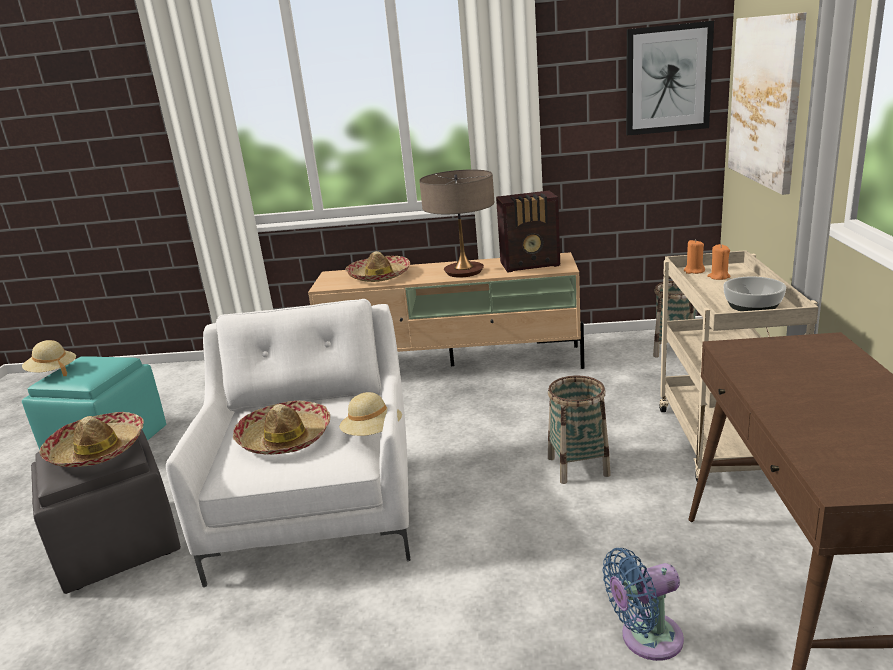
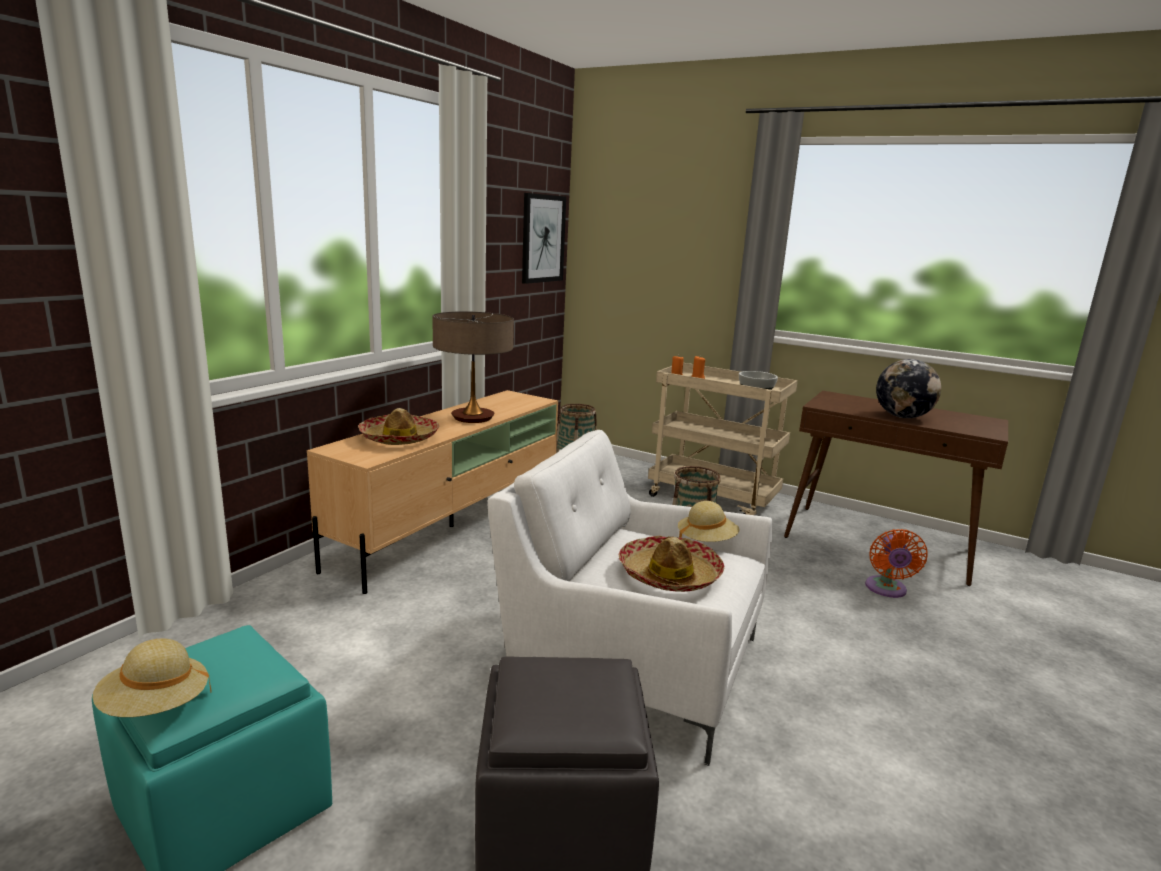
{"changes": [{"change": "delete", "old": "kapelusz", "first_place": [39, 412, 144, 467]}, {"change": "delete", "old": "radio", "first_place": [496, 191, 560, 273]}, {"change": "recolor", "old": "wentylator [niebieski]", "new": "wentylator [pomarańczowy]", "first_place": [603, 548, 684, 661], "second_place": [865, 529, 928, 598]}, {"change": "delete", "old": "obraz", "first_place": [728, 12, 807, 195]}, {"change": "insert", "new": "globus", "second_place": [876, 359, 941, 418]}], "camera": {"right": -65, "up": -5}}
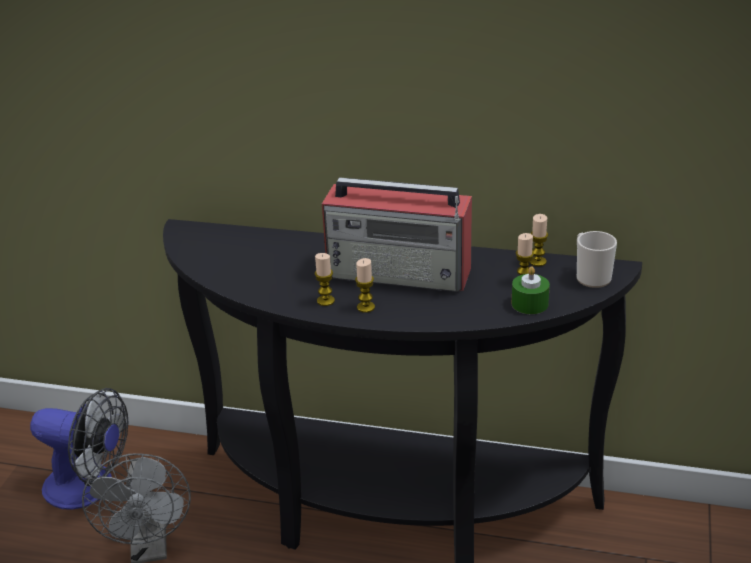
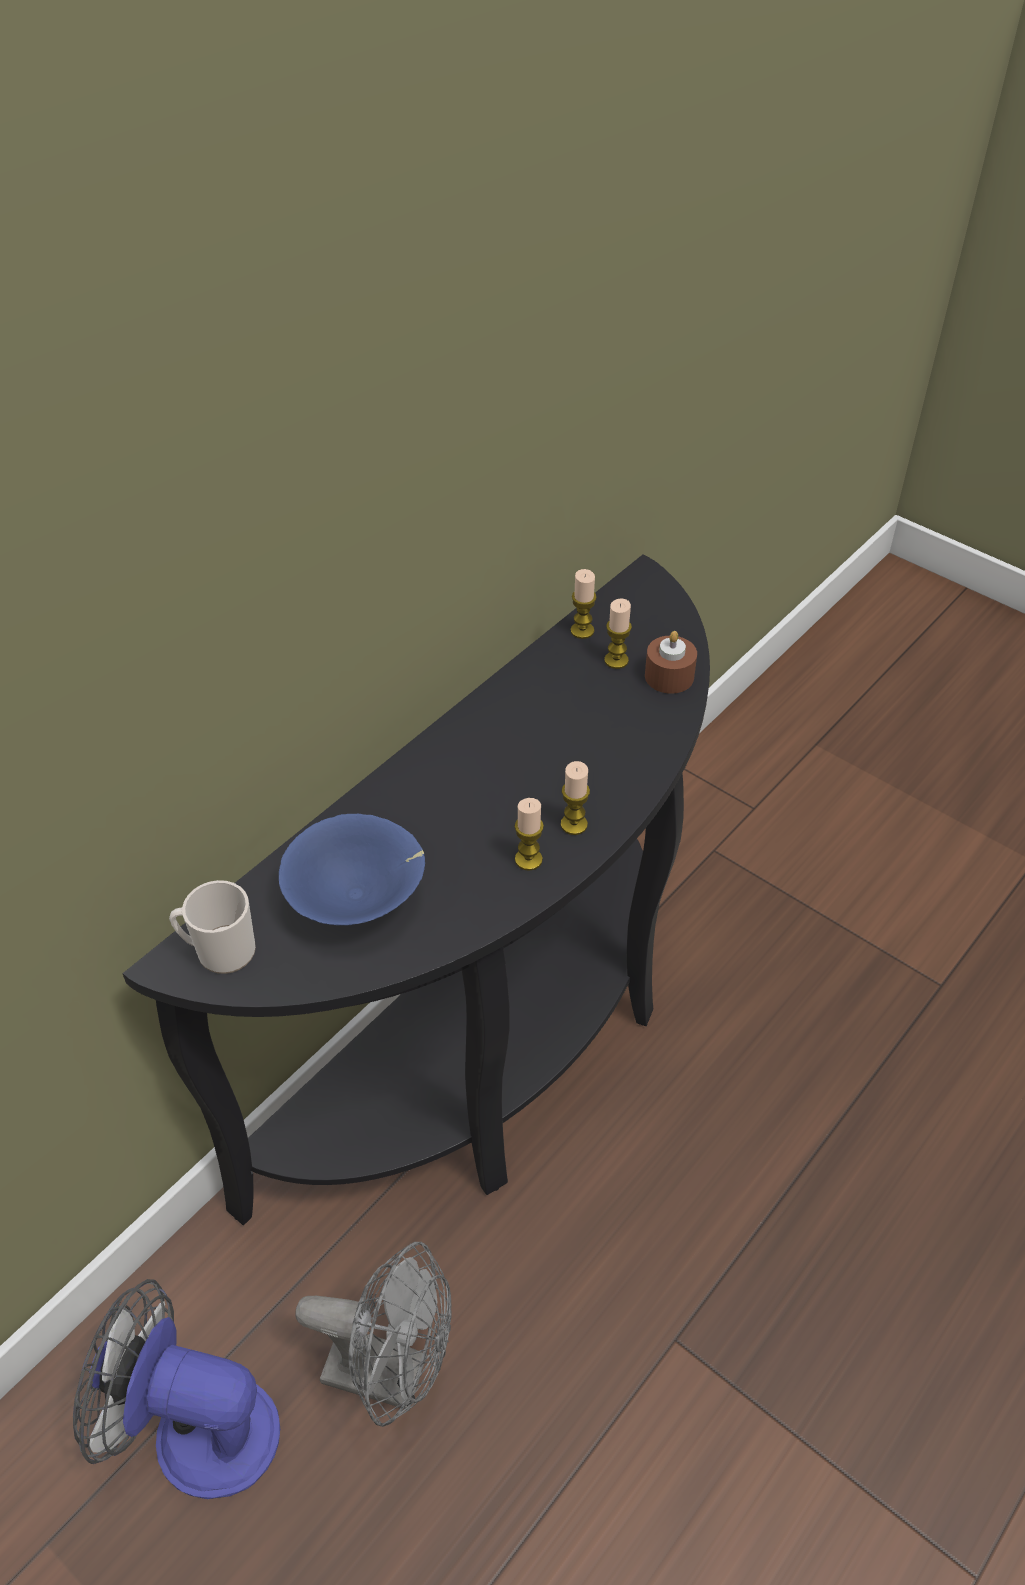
{"changes": [{"change": "rotate", "old": "wentylator", "first_place": [30, 388, 129, 510], "second_place": [73, 1279, 280, 1499], "degrees": -120}, {"change": "delete", "old": "radio", "first_place": [322, 177, 472, 292]}, {"change": "recolor", "old": "świeca [zielony]", "new": "świeca [brązowy]", "first_place": [512, 266, 550, 314], "second_place": [645, 631, 697, 694]}, {"change": "move", "old": "kubek", "first_place": [577, 231, 617, 288], "second_place": [169, 880, 256, 974]}, {"change": "insert", "new": "miska [niebieski]", "second_place": [279, 814, 425, 926]}], "camera": {"right": -65, "up": 15}}
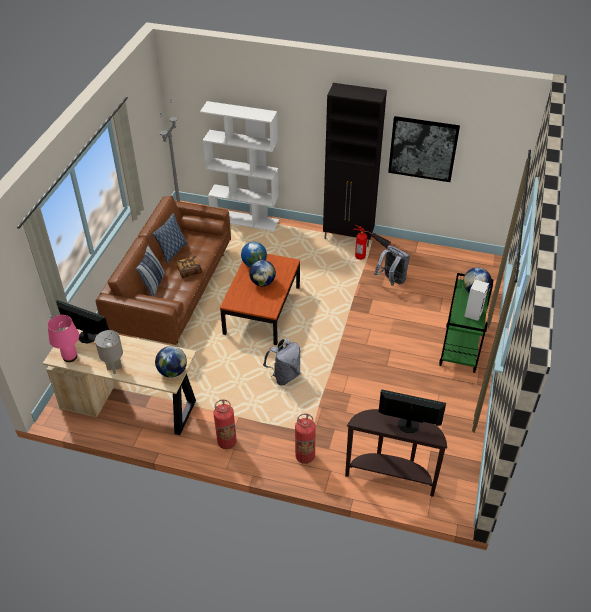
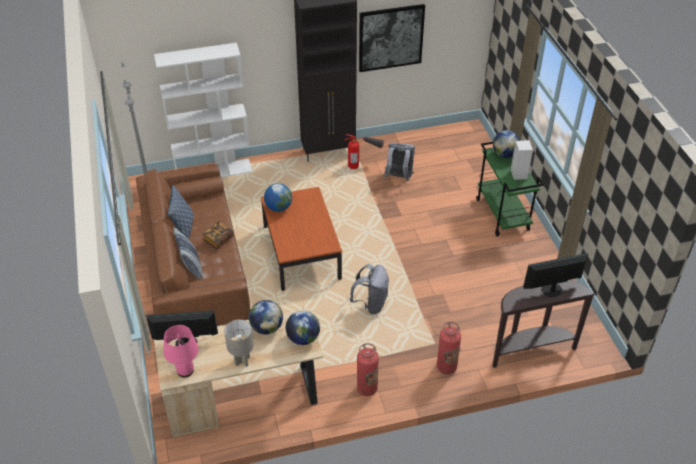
{"changes": [{"change": "move", "old": "globus", "first_place": [249, 260, 276, 286], "second_place": [249, 300, 283, 334]}], "camera": {"right": -30, "up": 0}}
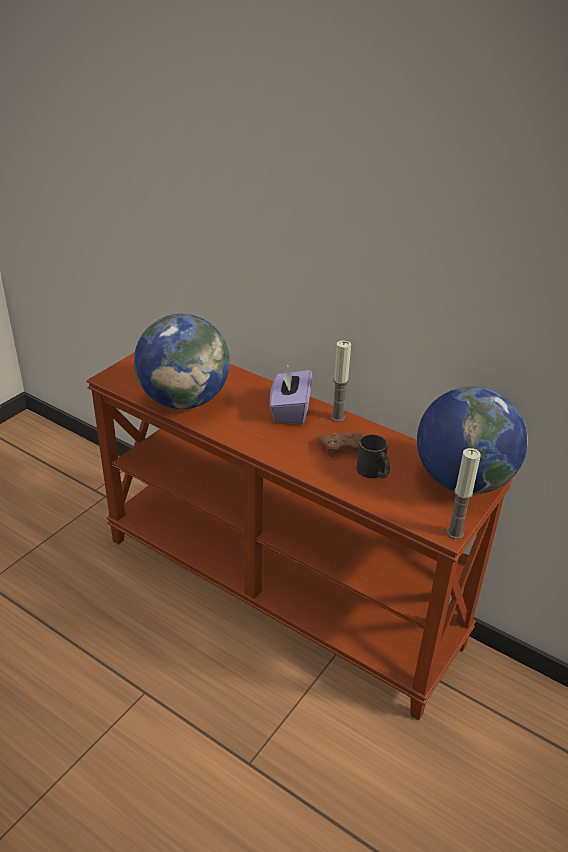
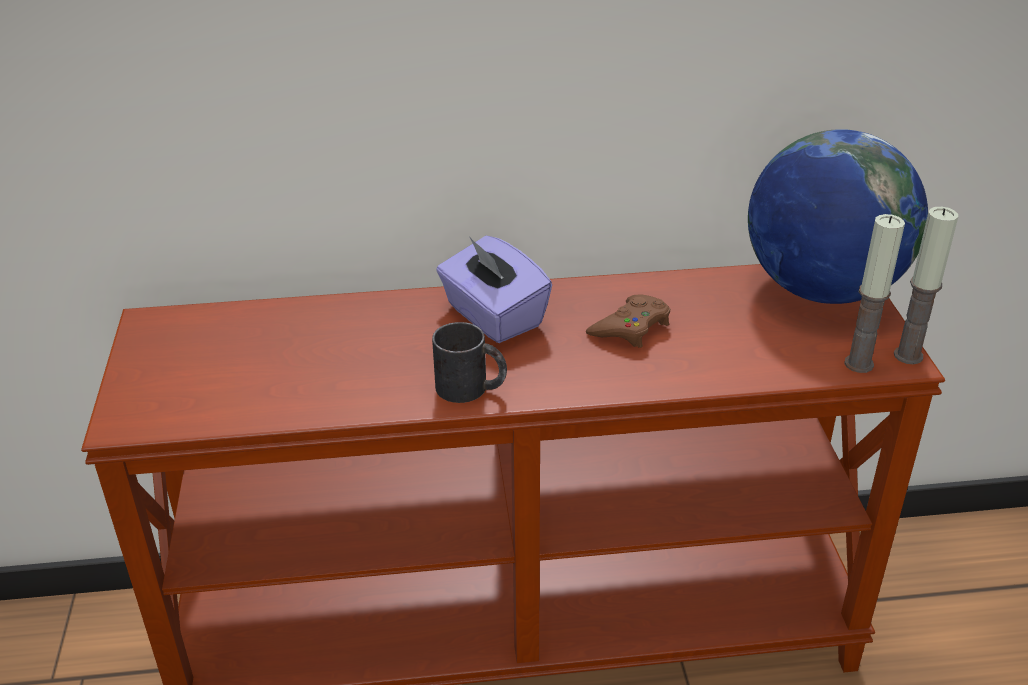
{"changes": [{"change": "delete", "old": "globus", "first_place": [134, 314, 230, 409]}, {"change": "move", "old": "świeca", "first_place": [331, 341, 351, 422], "second_place": [844, 214, 905, 373]}, {"change": "move", "old": "kubek [czarny]", "first_place": [356, 434, 390, 479], "second_place": [432, 322, 507, 403]}], "camera": {"right": -40, "up": 0}}
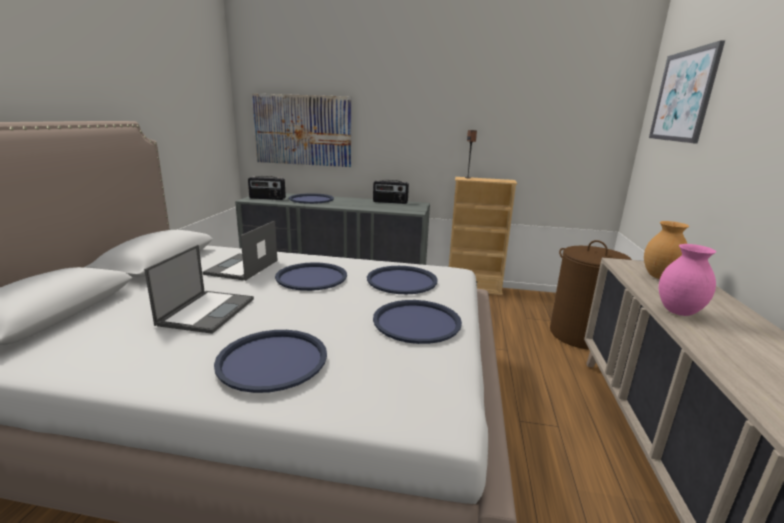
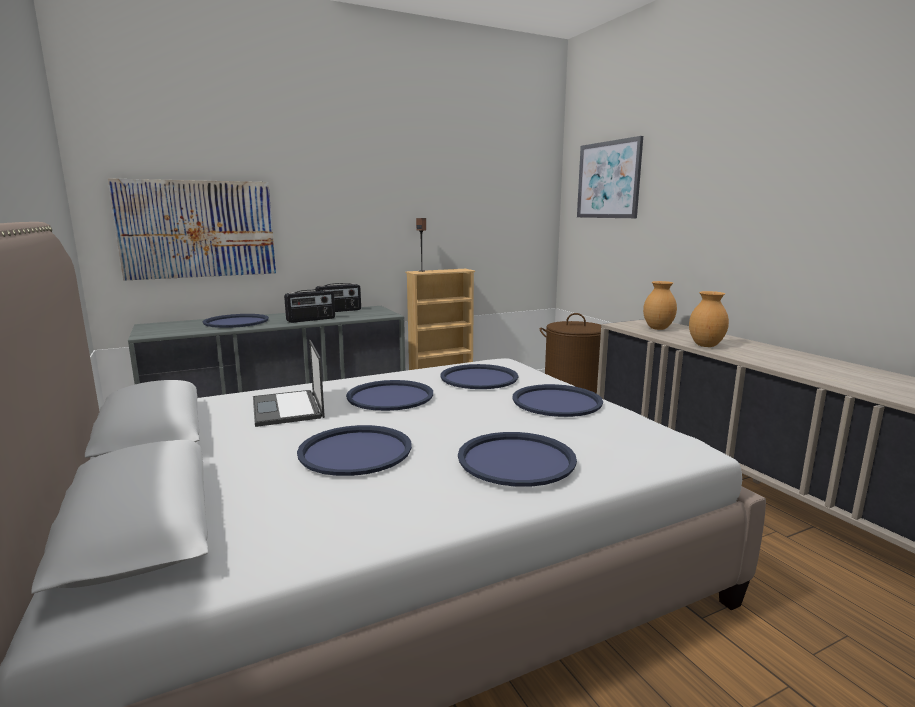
{"changes": [{"change": "replace", "old": "laptop", "new": "taca [niebieski]", "first_place": [144, 245, 254, 334], "second_place": [297, 425, 412, 476]}, {"change": "move", "old": "radio", "first_place": [248, 176, 286, 200], "second_place": [284, 289, 335, 323]}, {"change": "recolor", "old": "wazon [różowy]", "new": "wazon [brązowy]", "first_place": [659, 244, 716, 316], "second_place": [689, 291, 729, 347]}], "camera": {"right": -35, "up": -5}}
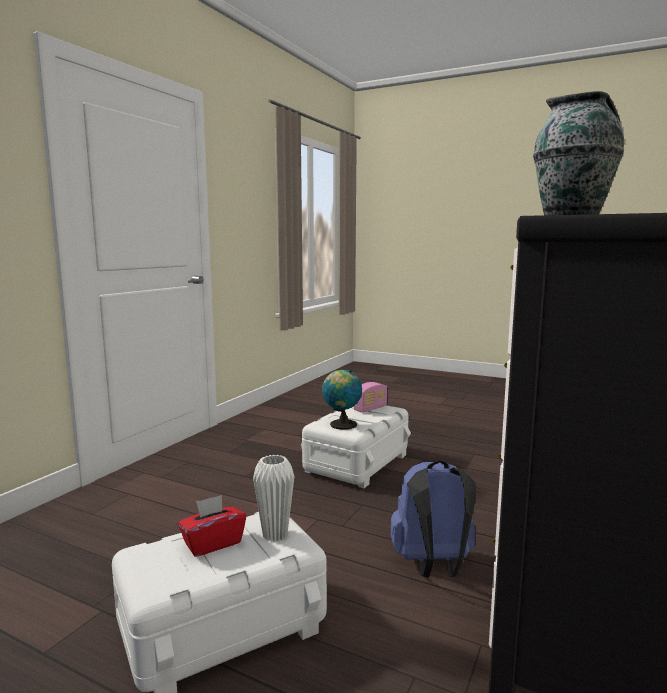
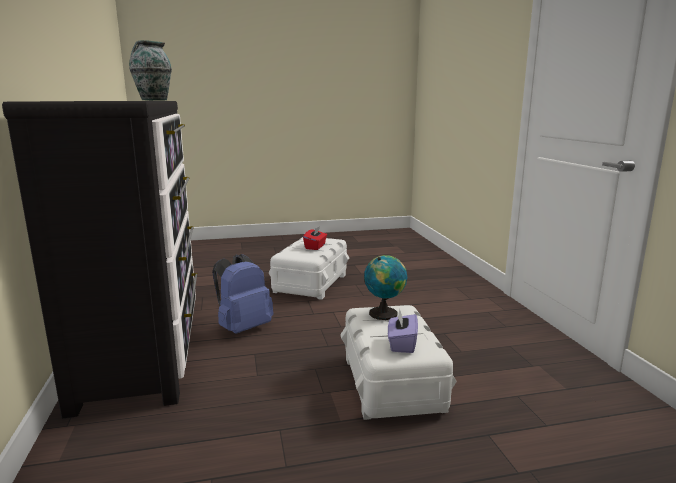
{"changes": [{"change": "delete", "old": "wazon [biały]", "first_place": [253, 455, 294, 542]}, {"change": "replace", "old": "radio", "new": "pudełko chusteczek [fioletowy]", "first_place": [354, 382, 387, 413], "second_place": [388, 309, 418, 353]}], "camera": {"right": 140, "up": 5}}
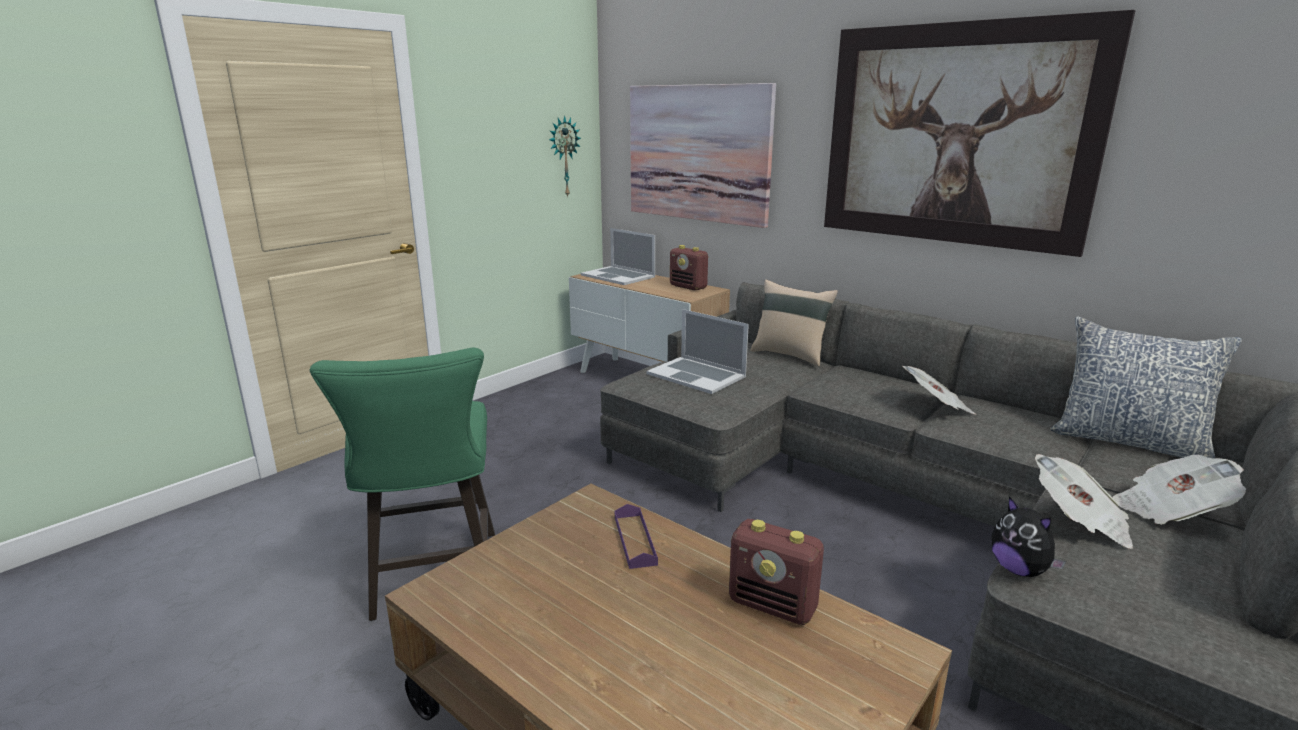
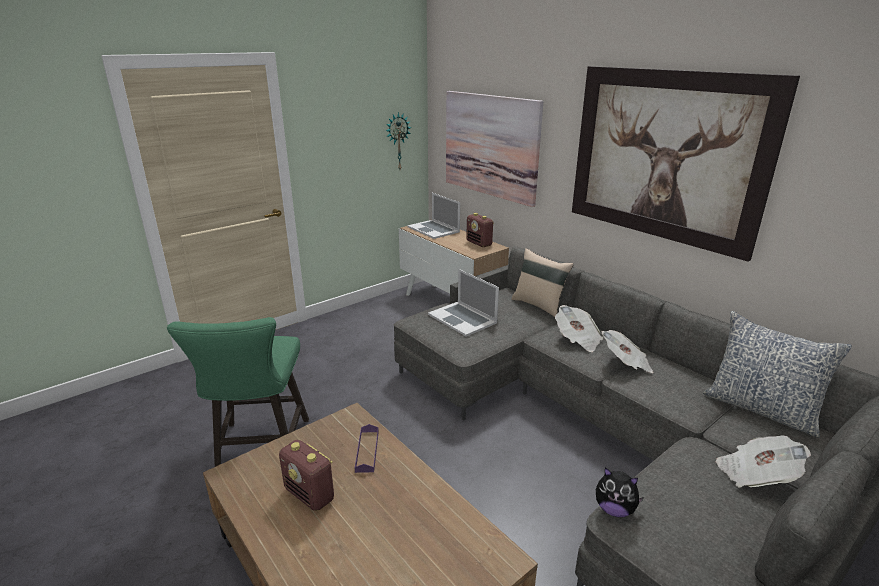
{"changes": [{"change": "move", "old": "radio", "first_place": [729, 519, 824, 625], "second_place": [279, 440, 334, 511]}, {"change": "rotate", "old": "pluszak", "first_place": [991, 497, 1066, 577], "second_place": [596, 467, 644, 517], "degrees": -45}, {"change": "move", "old": "gazeta", "first_place": [1035, 454, 1133, 549], "second_place": [555, 305, 603, 352]}], "camera": {"right": 10, "up": 5}}
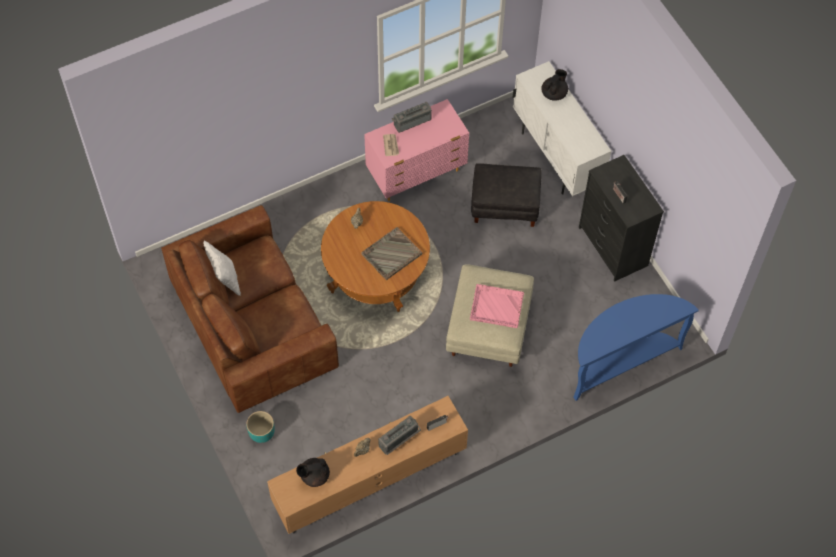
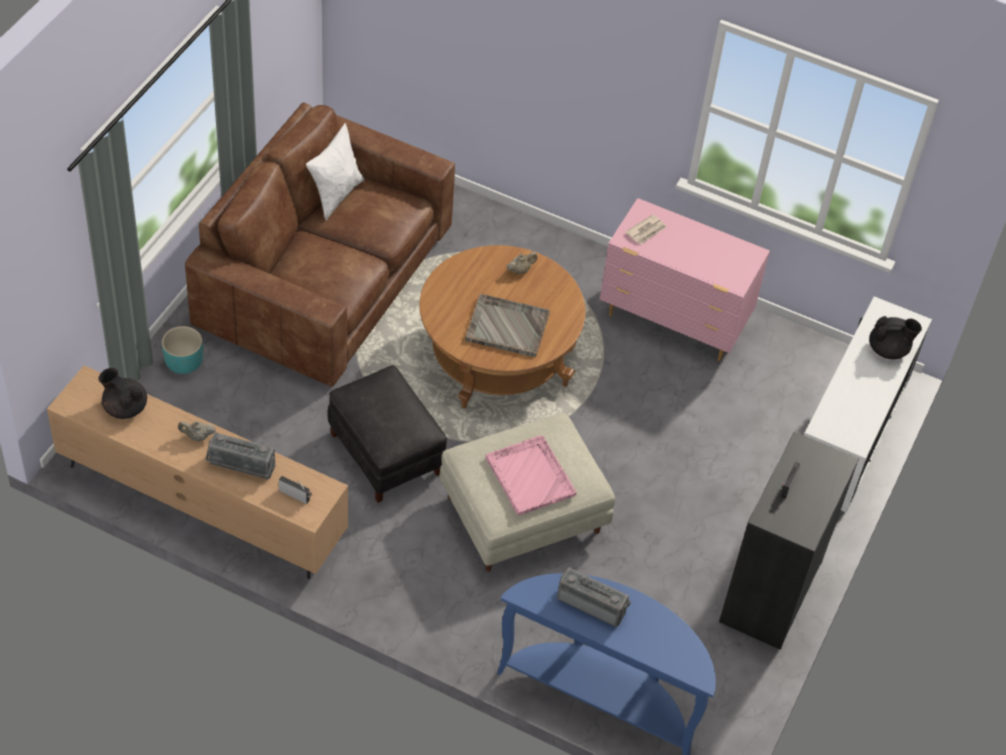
{"changes": [{"change": "move", "old": "radio", "first_place": [392, 102, 432, 133], "second_place": [557, 567, 631, 627]}, {"change": "move", "old": "pufa [czarny]", "first_place": [471, 163, 542, 227], "second_place": [328, 365, 447, 503]}], "camera": {"right": 50, "up": -10}}
